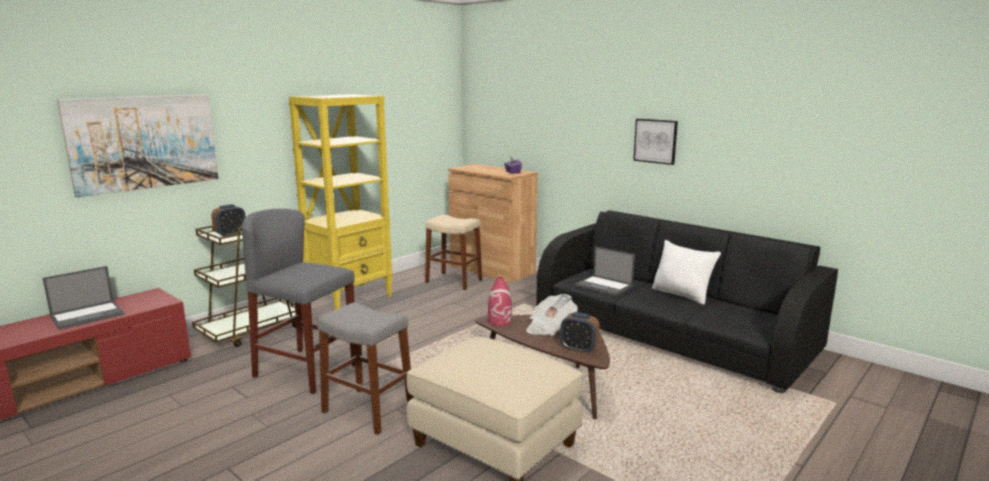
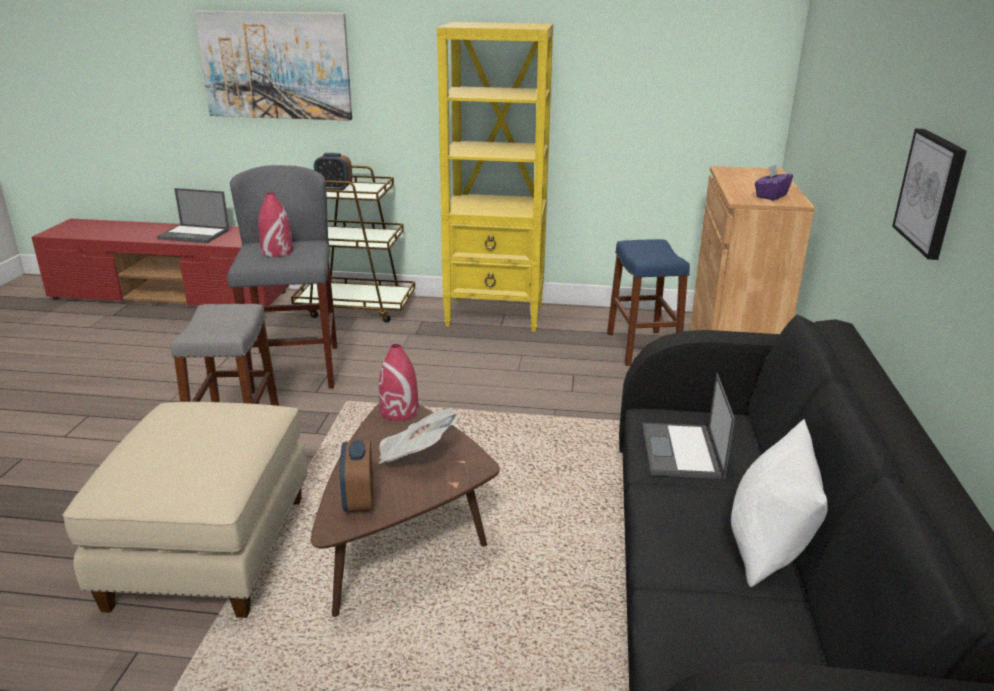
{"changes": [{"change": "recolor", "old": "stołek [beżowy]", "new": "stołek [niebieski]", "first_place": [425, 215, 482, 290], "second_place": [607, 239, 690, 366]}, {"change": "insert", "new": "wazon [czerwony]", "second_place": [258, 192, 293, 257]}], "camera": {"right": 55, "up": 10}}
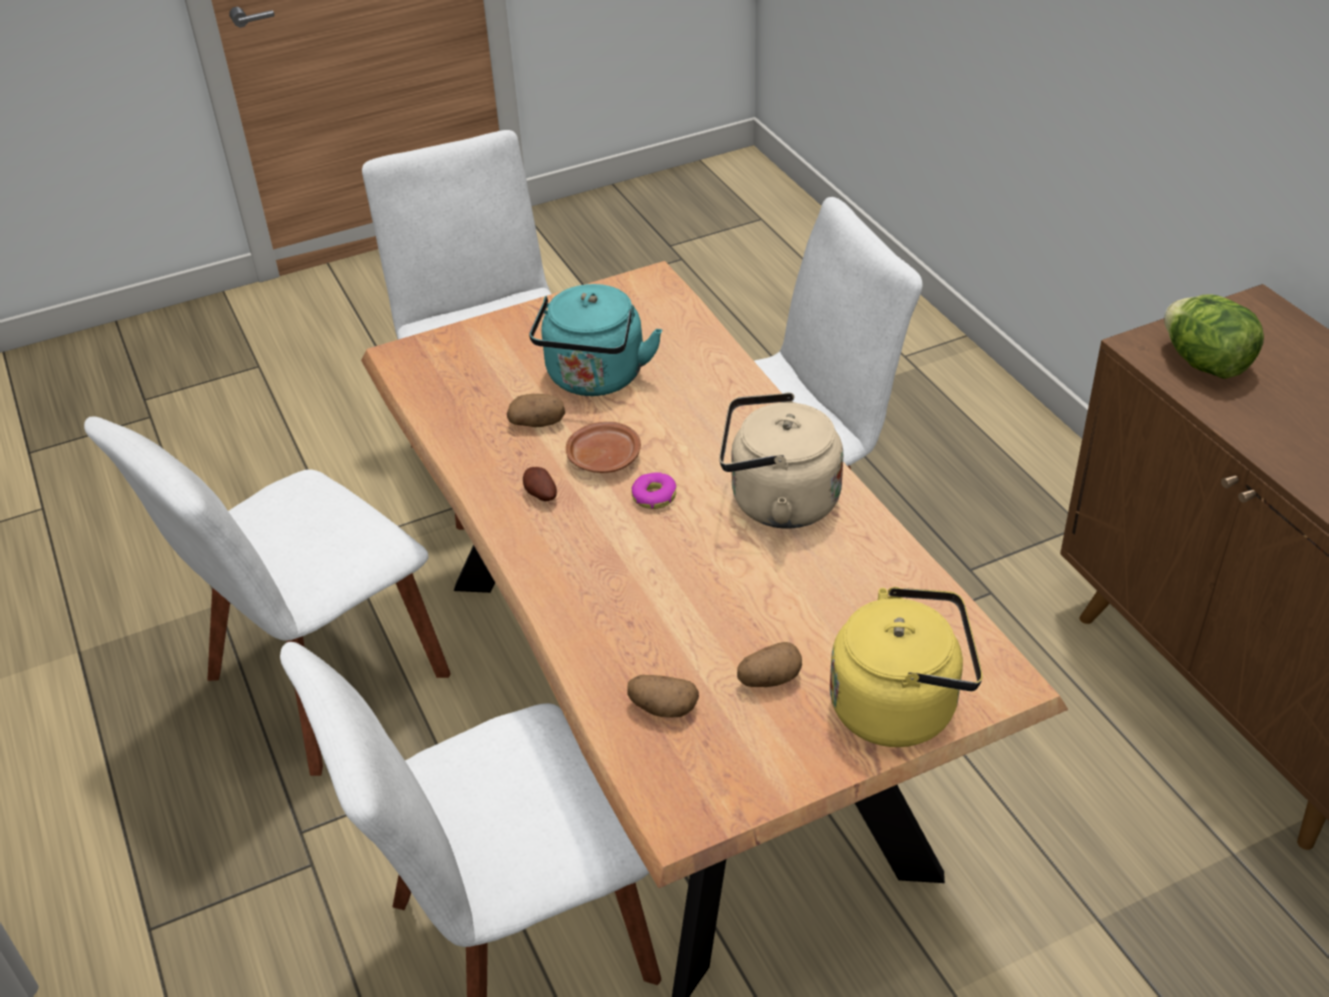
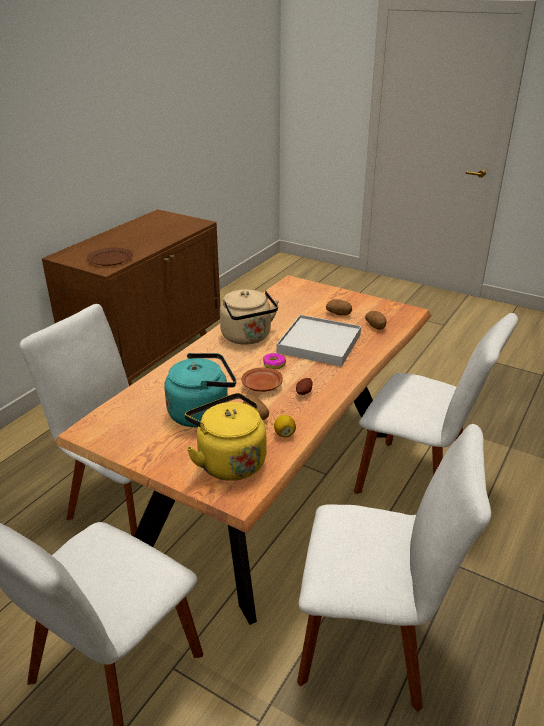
{"changes": [{"change": "move", "old": "czajnik [żółty]", "first_place": [830, 587, 983, 747], "second_place": [185, 393, 266, 481]}, {"change": "replace", "old": "sałata", "new": "talerz [brązowy]", "first_place": [1164, 294, 1264, 379], "second_place": [87, 247, 133, 266]}, {"change": "insert", "new": "cytryna", "second_place": [274, 415, 296, 437]}, {"change": "insert", "new": "taca [biały]", "second_place": [277, 315, 361, 366]}], "camera": {"right": -125, "up": -10}}
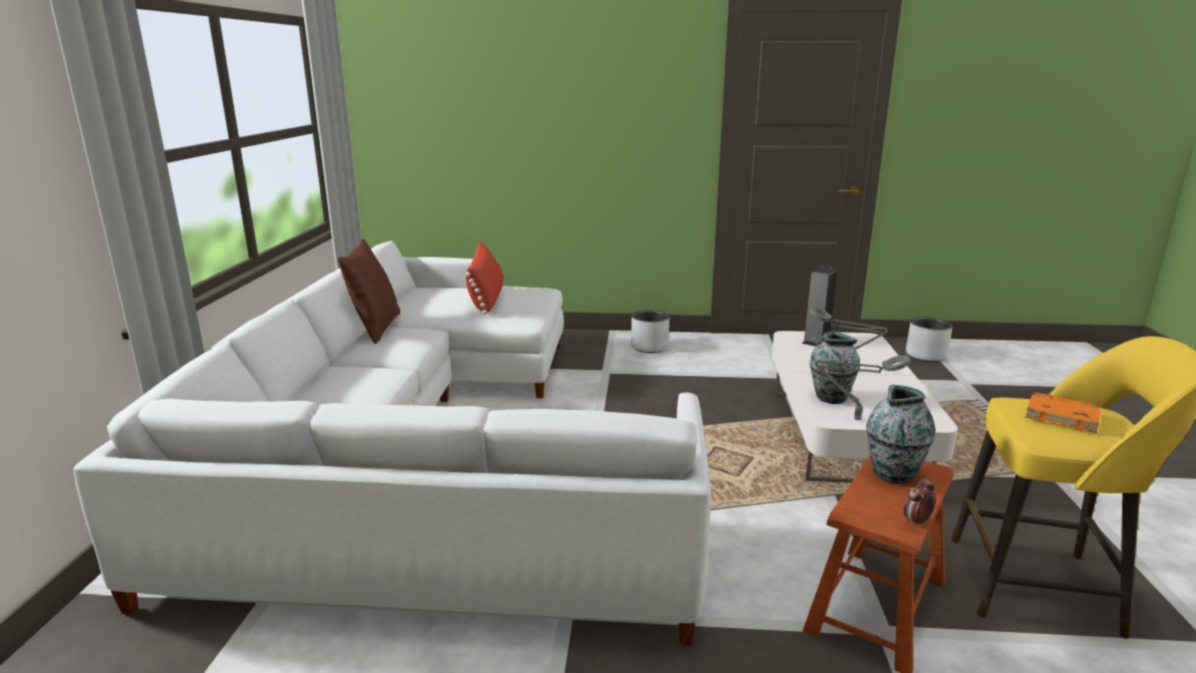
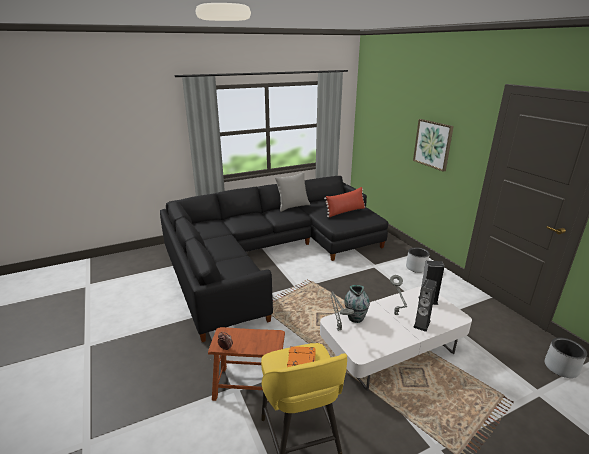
{"changes": [{"change": "recolor", "old": "kanapa [biały]", "new": "kanapa [czarny]", "first_place": [73, 241, 711, 645], "second_place": [160, 176, 388, 342]}, {"change": "recolor", "old": "poduszka [brązowy]", "new": "poduszka [szary]", "first_place": [338, 239, 400, 344], "second_place": [275, 172, 310, 212]}, {"change": "delete", "old": "wazon", "first_place": [866, 385, 935, 484]}, {"change": "insert", "new": "obraz", "second_place": [413, 119, 454, 172]}, {"change": "insert", "new": "głośnik", "second_place": [413, 279, 437, 332]}], "camera": {"right": 60, "up": 5}}
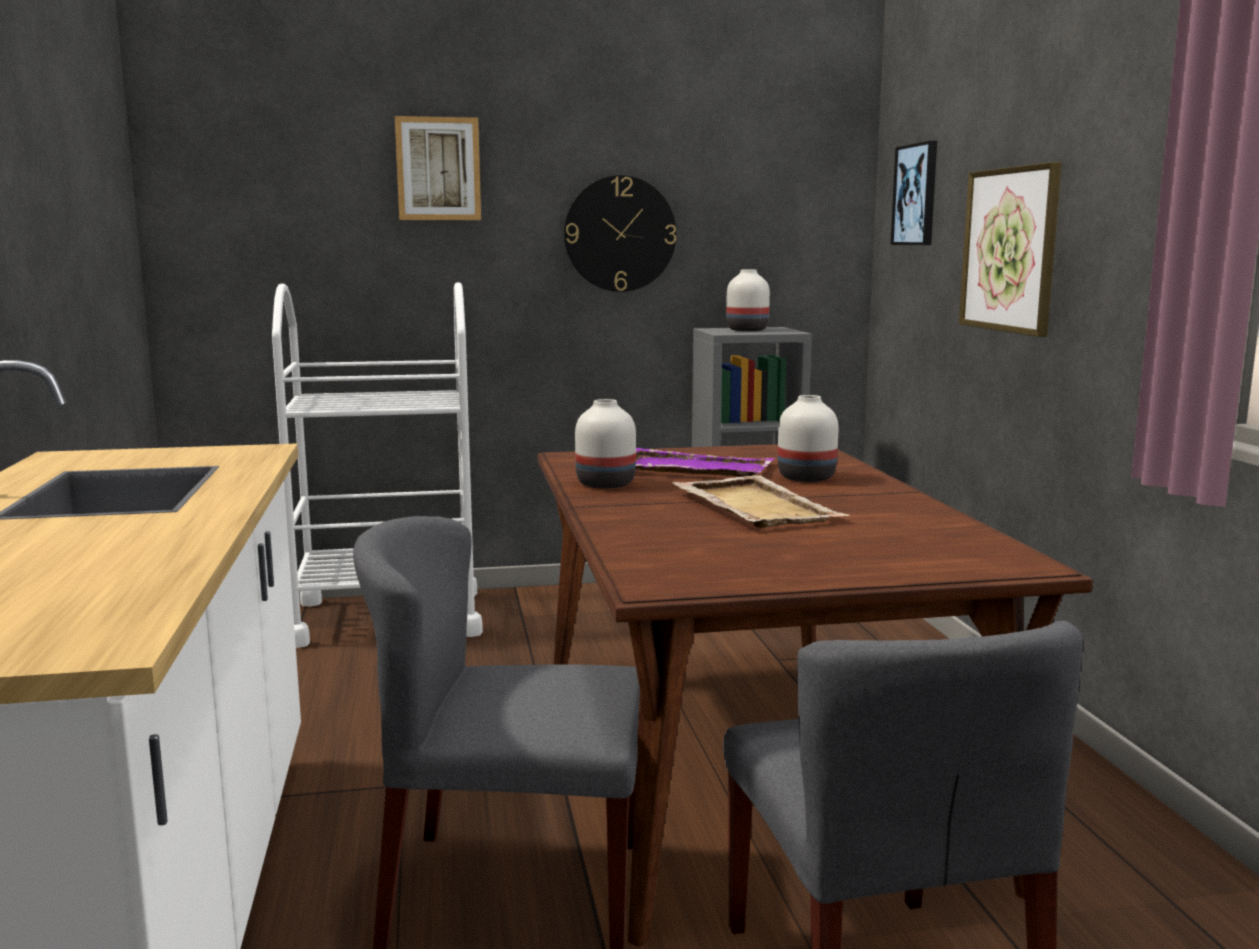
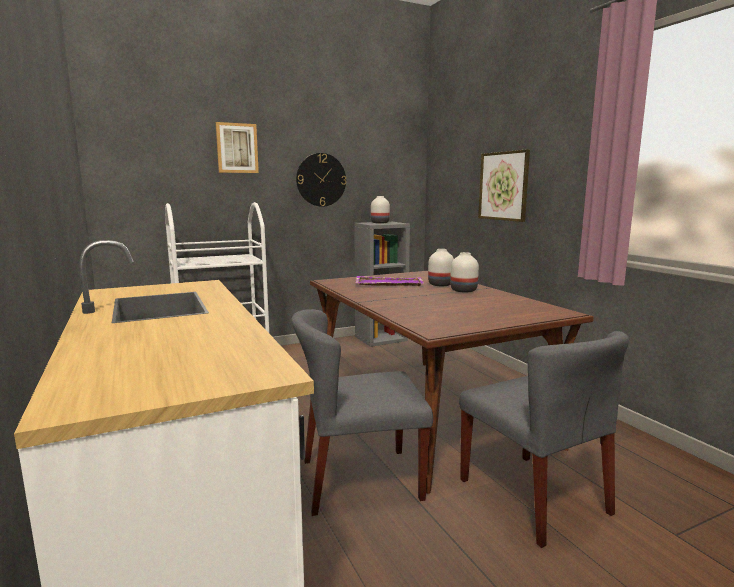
{"changes": [{"change": "move", "old": "wazon [biały]", "first_place": [575, 399, 636, 489], "second_place": [450, 252, 479, 293]}, {"change": "delete", "old": "taca [beżowy]", "first_place": [672, 475, 850, 528]}, {"change": "delete", "old": "obraz", "first_place": [891, 141, 937, 245]}], "camera": {"right": -15, "up": 0}}
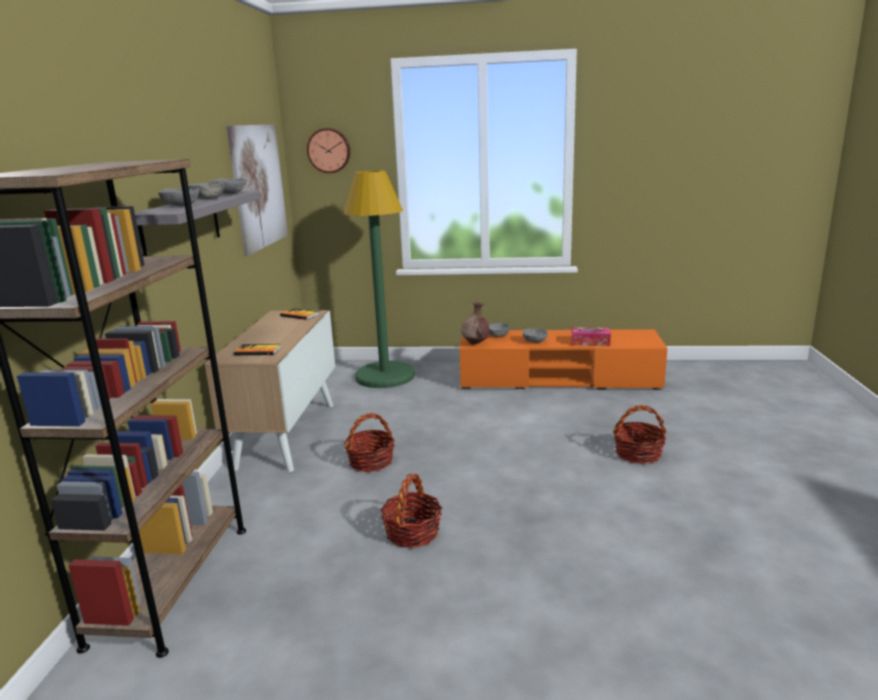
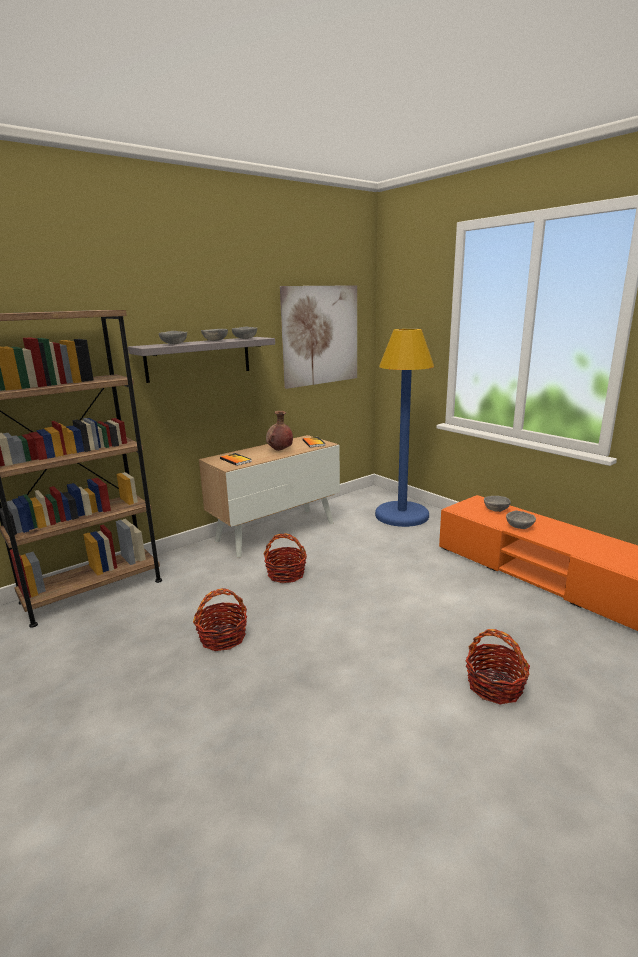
{"changes": [{"change": "delete", "old": "zegar ścienny", "first_place": [307, 128, 350, 173]}, {"change": "recolor", "old": "lampa stojąca [zielony]", "new": "lampa stojąca [niebieski]", "first_place": [344, 170, 415, 388], "second_place": [375, 329, 434, 527]}, {"change": "move", "old": "wazon [brązowy]", "first_place": [461, 302, 490, 344], "second_place": [266, 411, 293, 451]}, {"change": "delete", "old": "pudełko chusteczek", "first_place": [571, 327, 611, 346]}], "camera": {"right": 45, "up": 0}}
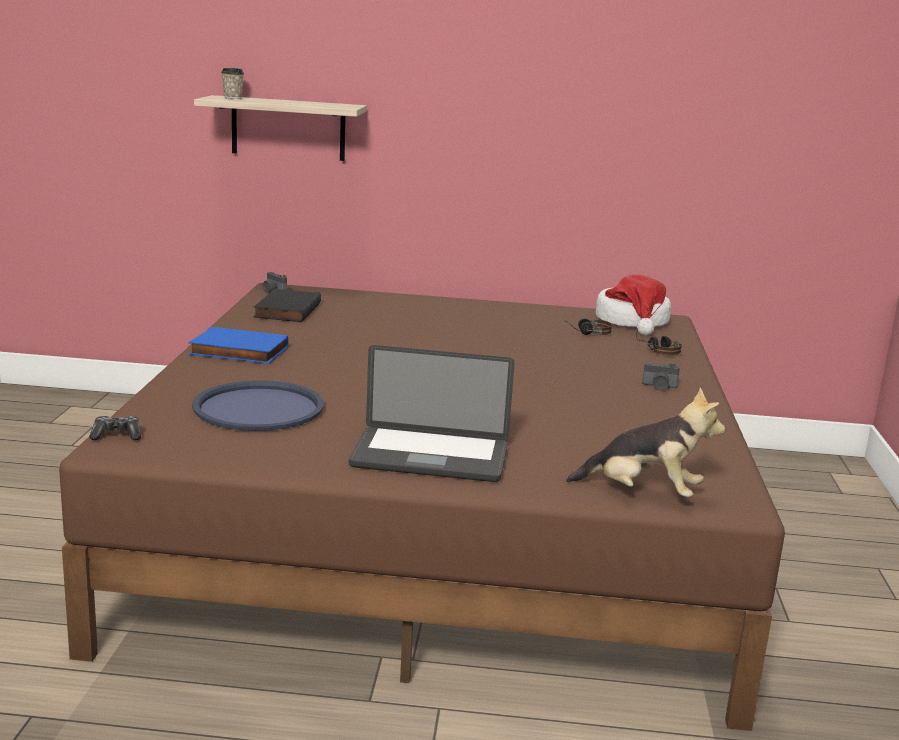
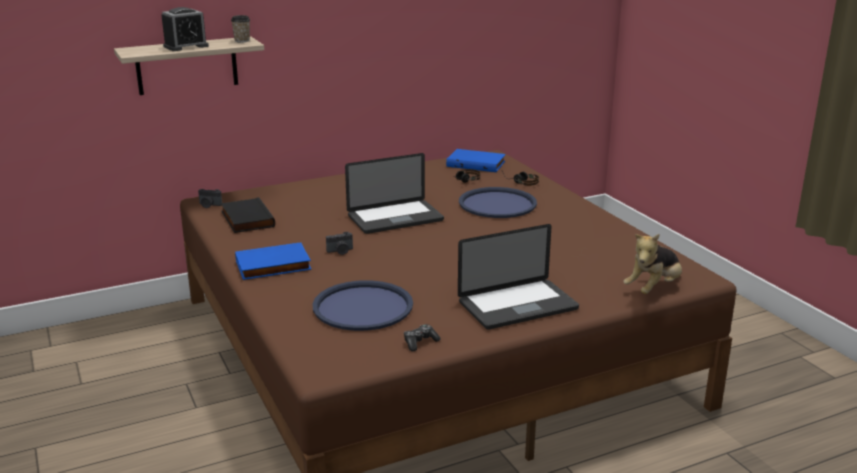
{"changes": [{"change": "move", "old": "pad do gier", "first_place": [89, 416, 141, 440], "second_place": [404, 324, 441, 351]}, {"change": "move", "old": "filiżanka", "first_place": [222, 68, 244, 99], "second_place": [231, 15, 250, 42]}, {"change": "rotate", "old": "pluszak", "first_place": [566, 388, 725, 497], "second_place": [623, 234, 682, 294], "degrees": 150}, {"change": "replace", "old": "kapelusz", "new": "książka [niebieski]", "first_place": [596, 274, 671, 335], "second_place": [446, 149, 506, 172]}, {"change": "move", "old": "aparat fotograficzny", "first_place": [642, 363, 680, 390], "second_place": [326, 232, 353, 255]}, {"change": "insert", "new": "budzik", "second_place": [161, 7, 209, 51]}, {"change": "insert", "new": "laptop", "second_place": [345, 153, 444, 234]}, {"change": "insert", "new": "taca [niebieski]", "second_place": [459, 187, 537, 218]}], "camera": {"right": -30, "up": 5}}
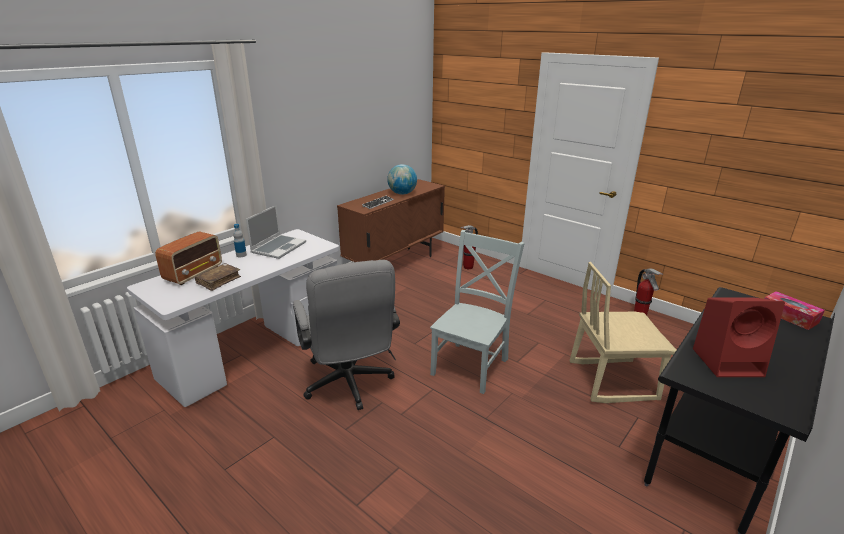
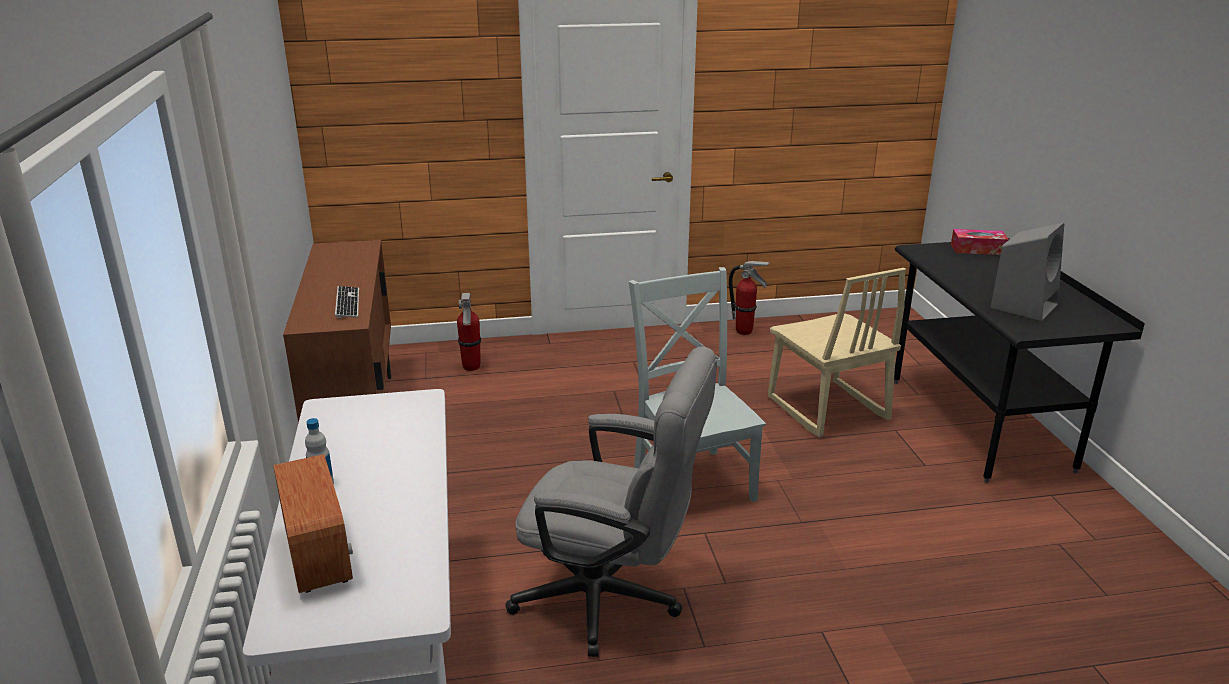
{"changes": [{"change": "delete", "old": "książka [brązowy]", "first_place": [195, 263, 241, 291]}, {"change": "delete", "old": "laptop", "first_place": [246, 205, 306, 259]}, {"change": "delete", "old": "globus", "first_place": [387, 164, 417, 195]}, {"change": "rotate", "old": "krzesło [beżowy]", "first_place": [570, 262, 676, 403], "second_place": [768, 268, 906, 438], "degrees": -60}, {"change": "recolor", "old": "głośnik [czerwony]", "new": "głośnik [szary]", "first_place": [693, 297, 785, 377], "second_place": [991, 223, 1064, 322]}], "camera": {"right": -50, "up": 0}}
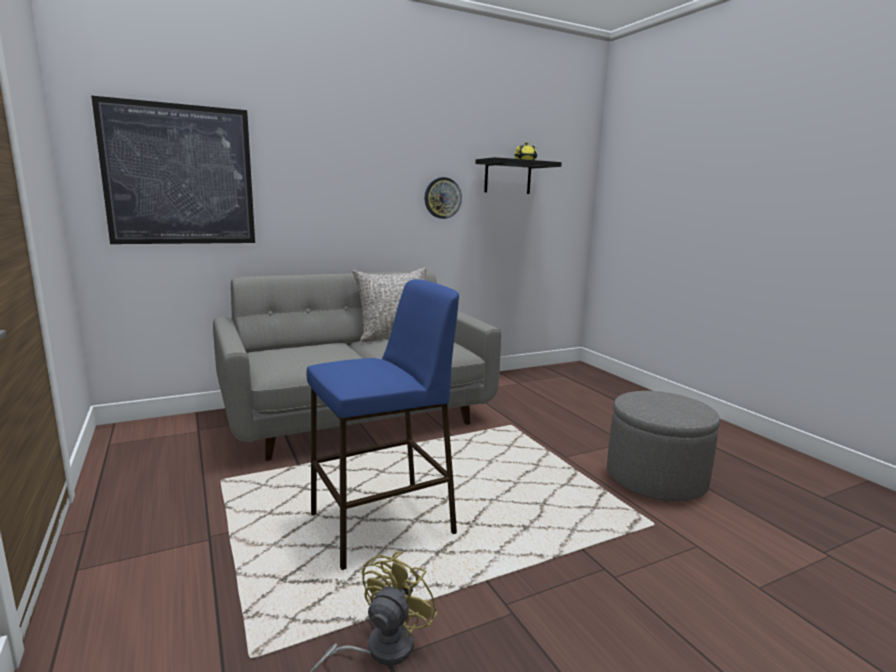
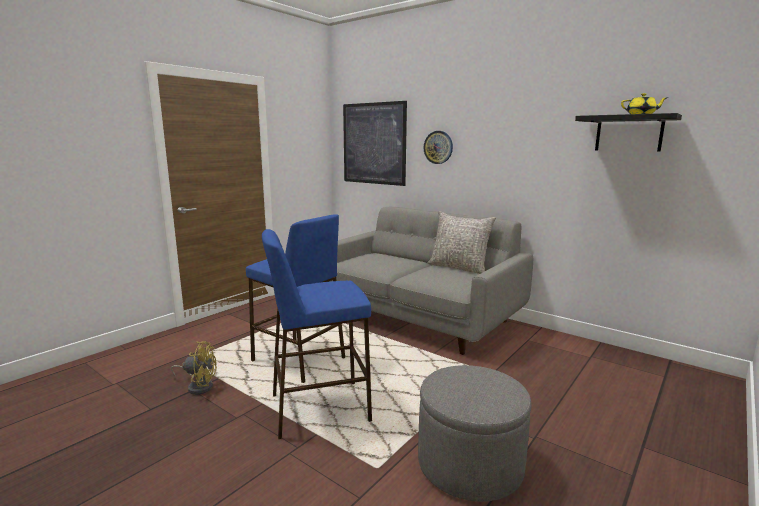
{"changes": [{"change": "move", "old": "zegar ścienny", "first_place": [424, 177, 462, 219], "second_place": [424, 131, 453, 164]}, {"change": "insert", "new": "stołek [niebieski]", "second_place": [262, 229, 372, 439]}], "camera": {"right": 65, "up": 0}}
